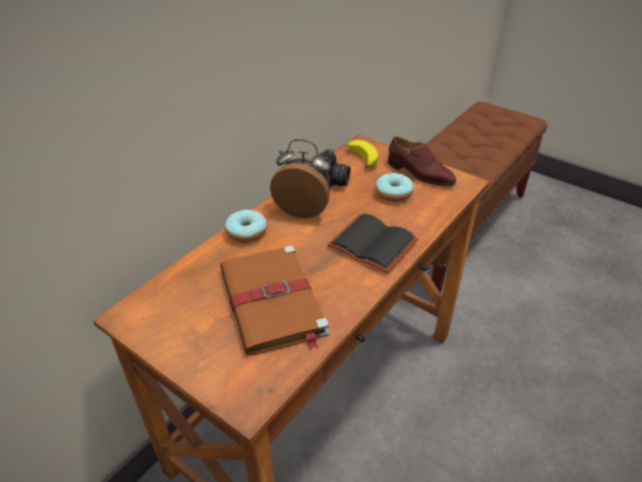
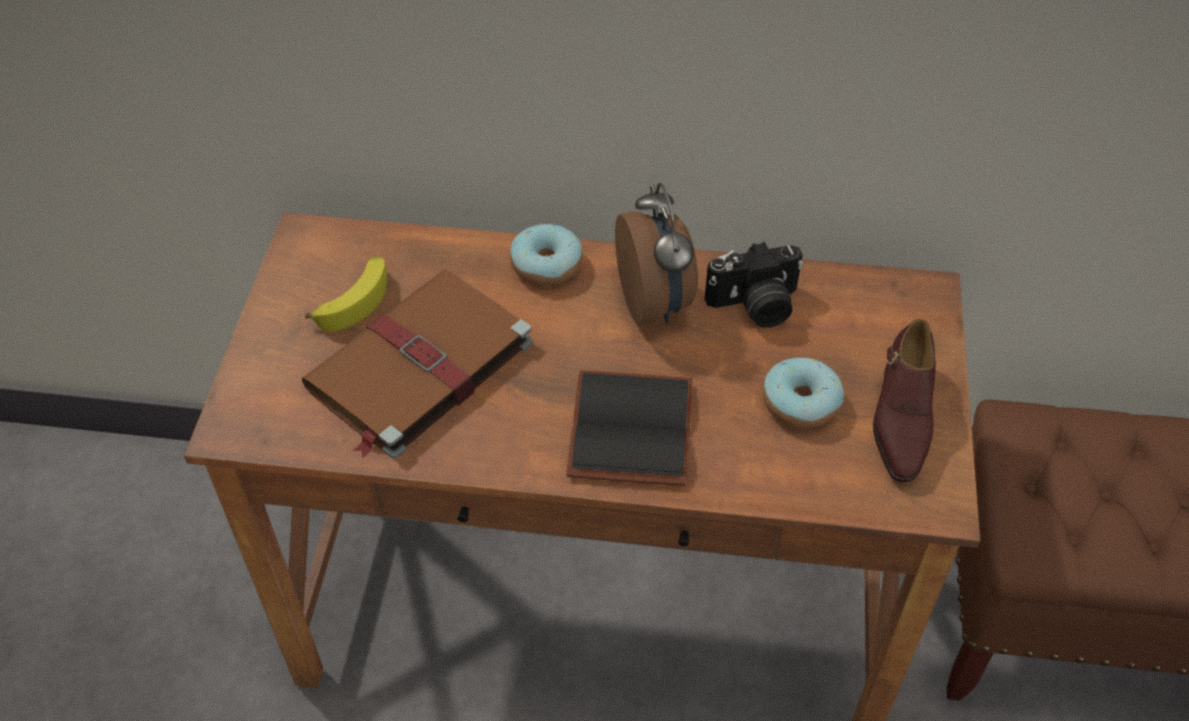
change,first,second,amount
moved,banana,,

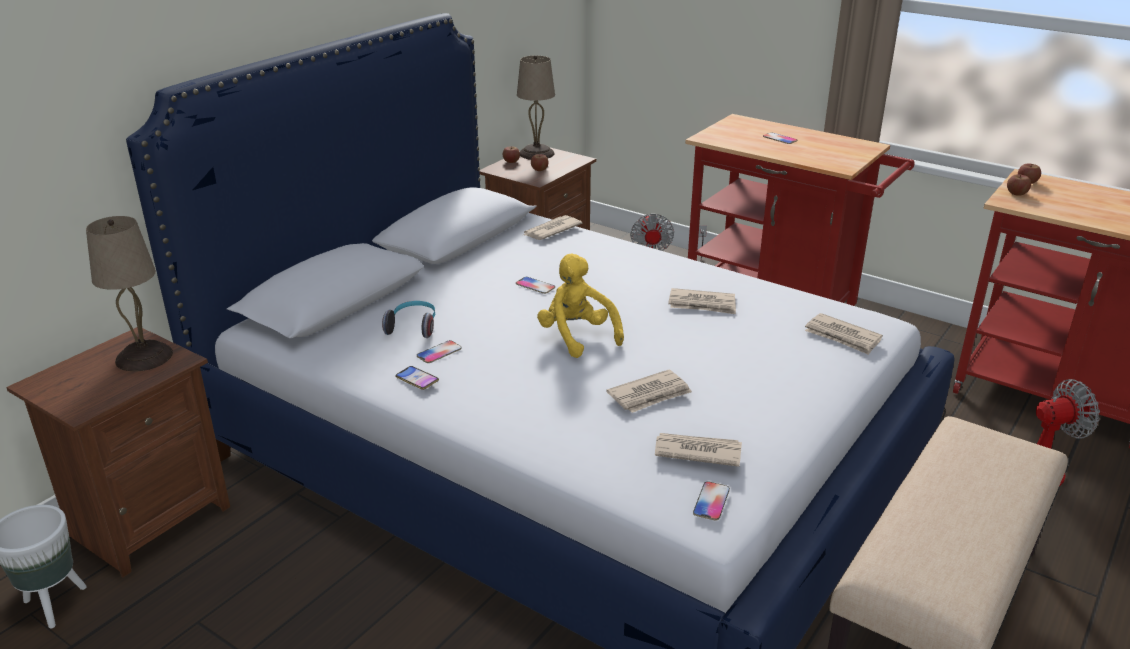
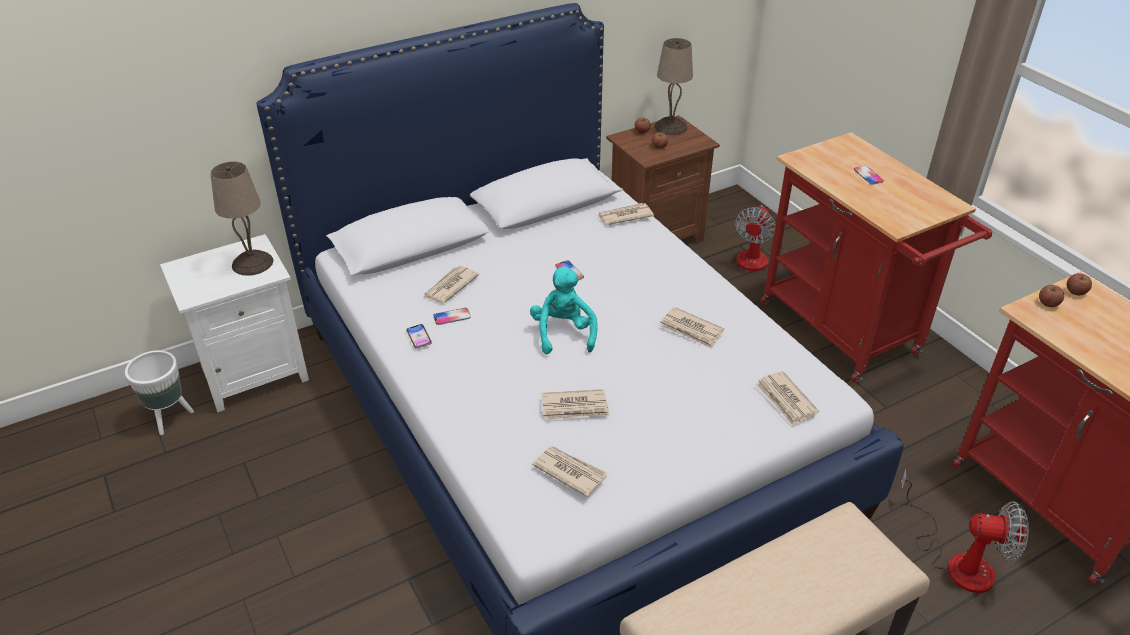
change,first,second,amount
recoloured,brown_nightstand (1st from left),white_nightstand,
replaced,headphones,newspaper (1st from left),
recoloured,yellow_plush_toy,turquoise_plush_toy,
removed,phone (4th from left),,

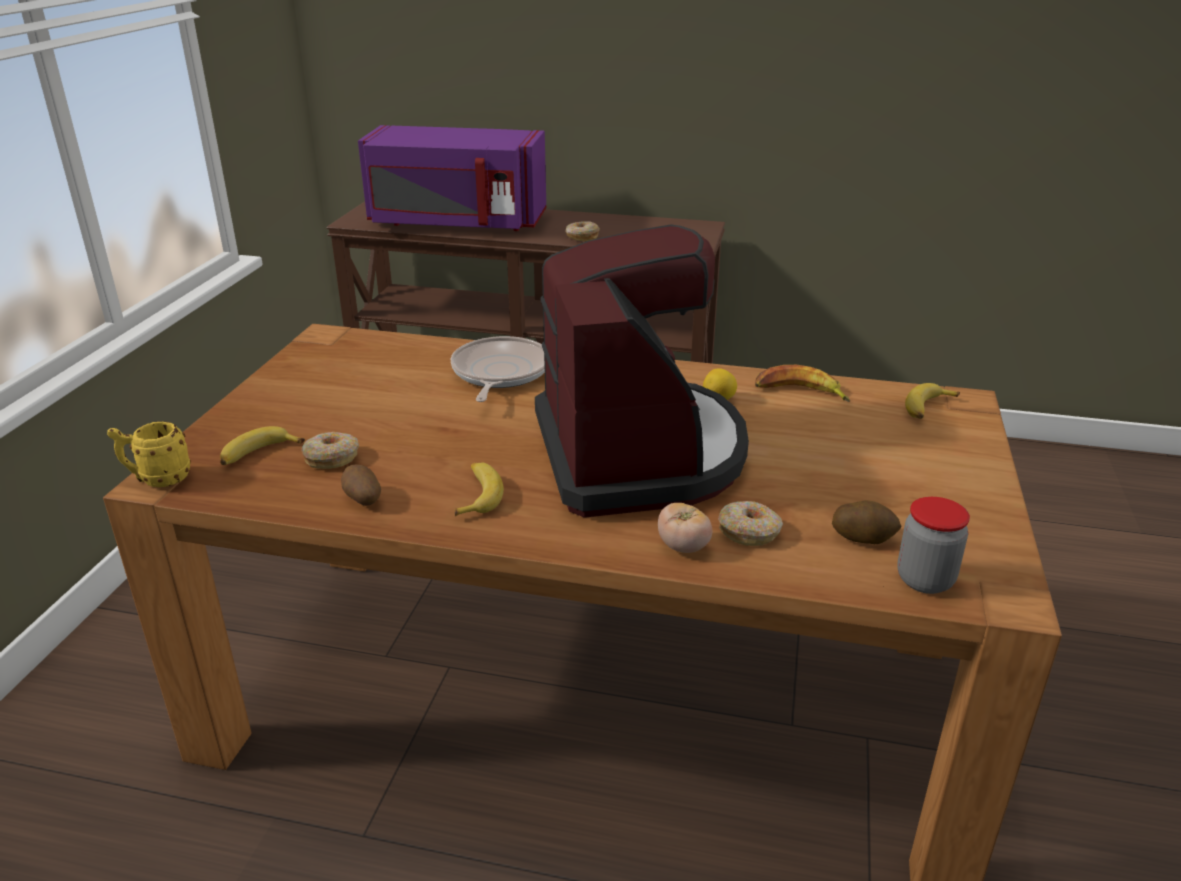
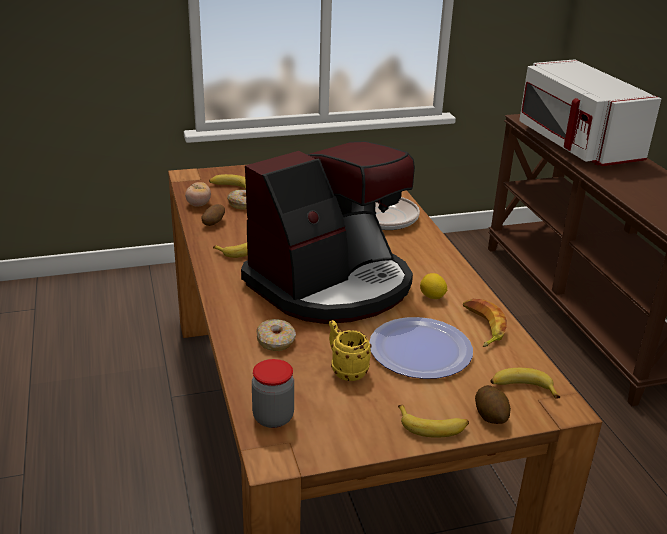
change,first,second,amount
moved,yellow_mug,,
recoloured,purple_microwave,white_microwave,
removed,donut (2nd from left),,
moved,tomato,,
moved,potato (2nd from left),,
added,,plate,
added,,banana (3rd from left),

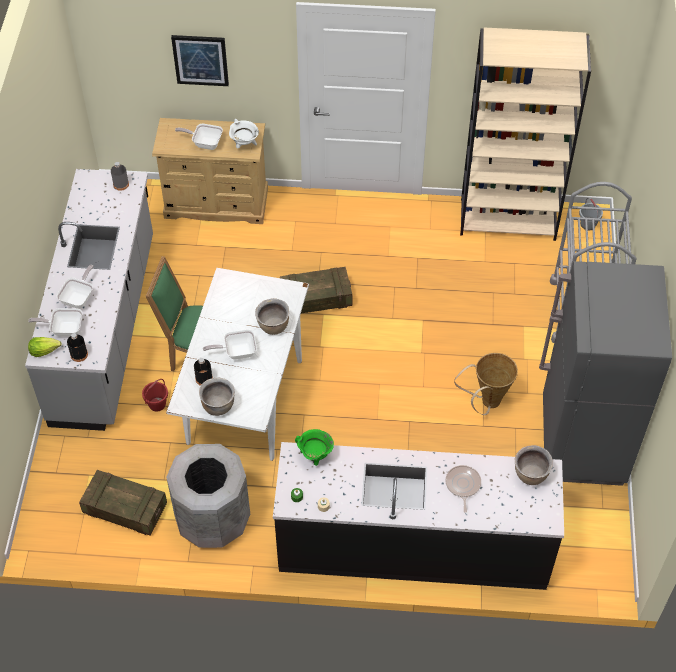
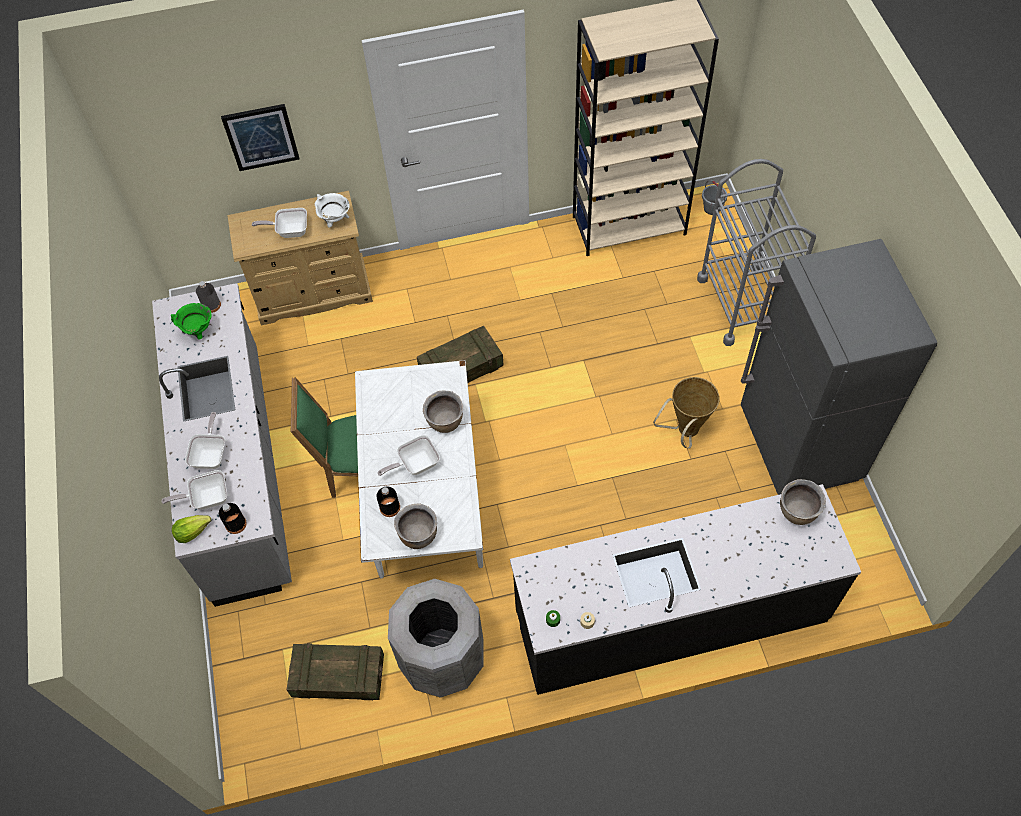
change,first,second,amount
removed,red_bucket,,
moved,green_cooking_pot,,
removed,frying_pan (5th from left),,

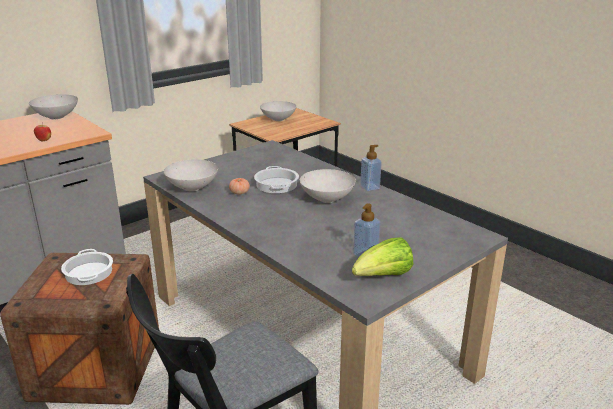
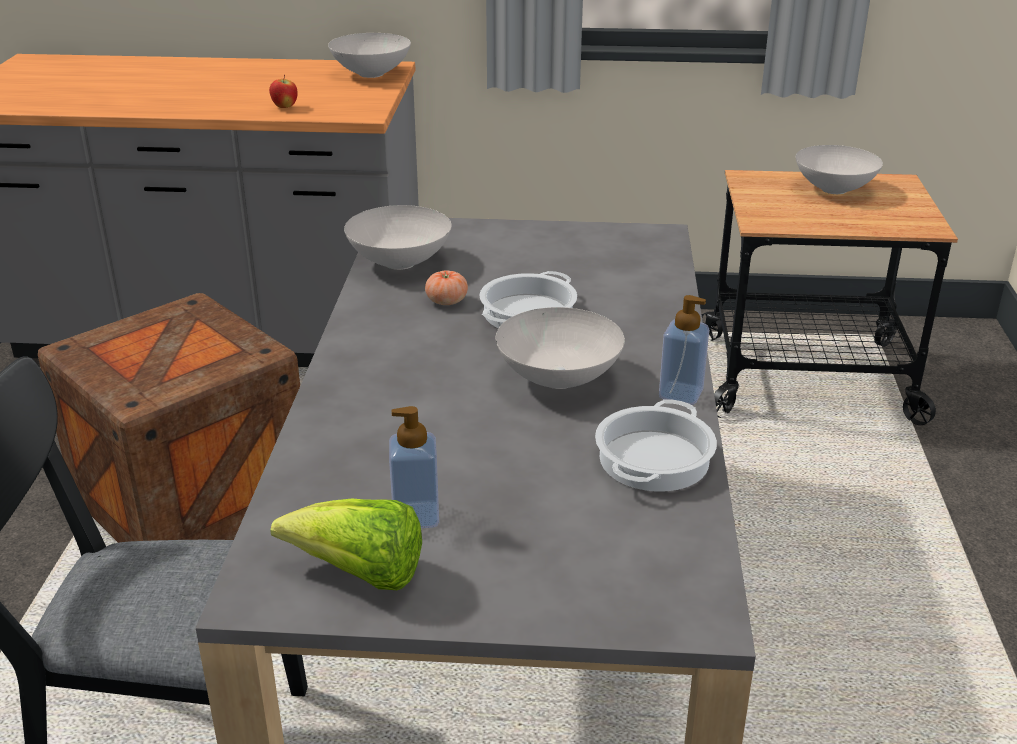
change,first,second,amount
moved,cooking_pot (1st from left in the first image),cooking_pot (2nd from left),

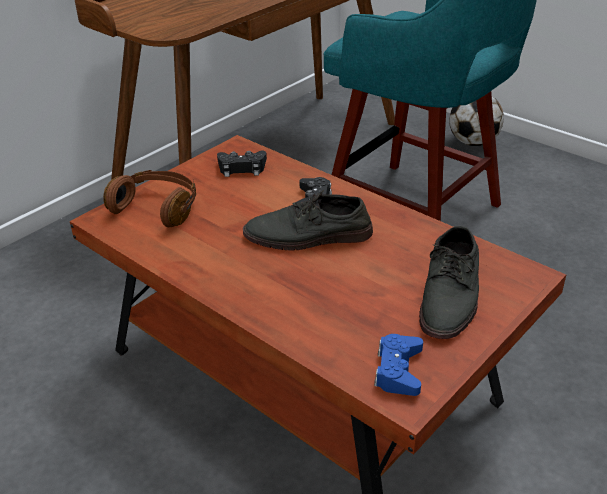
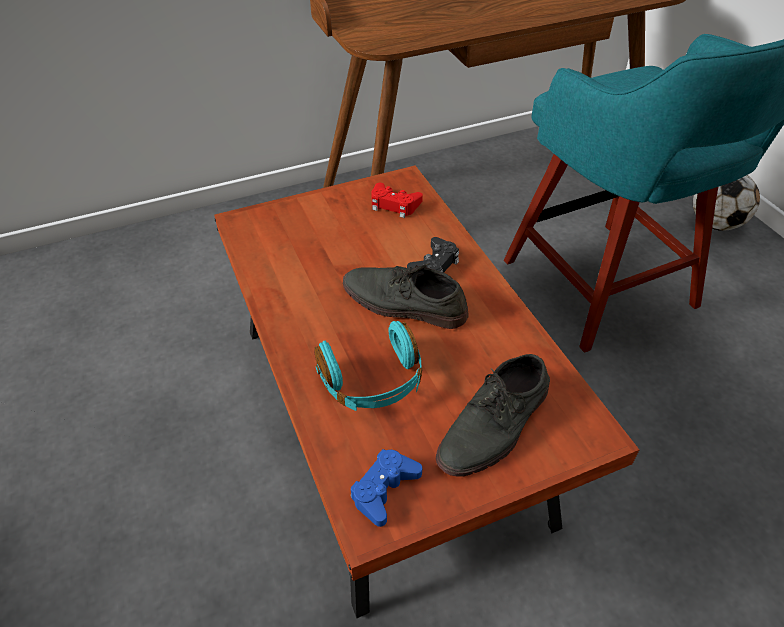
change,first,second,amount
removed,brown_headphones,,
recoloured,black_game_controller (1st from left),red_game_controller,
added,,turquoise_headphones,

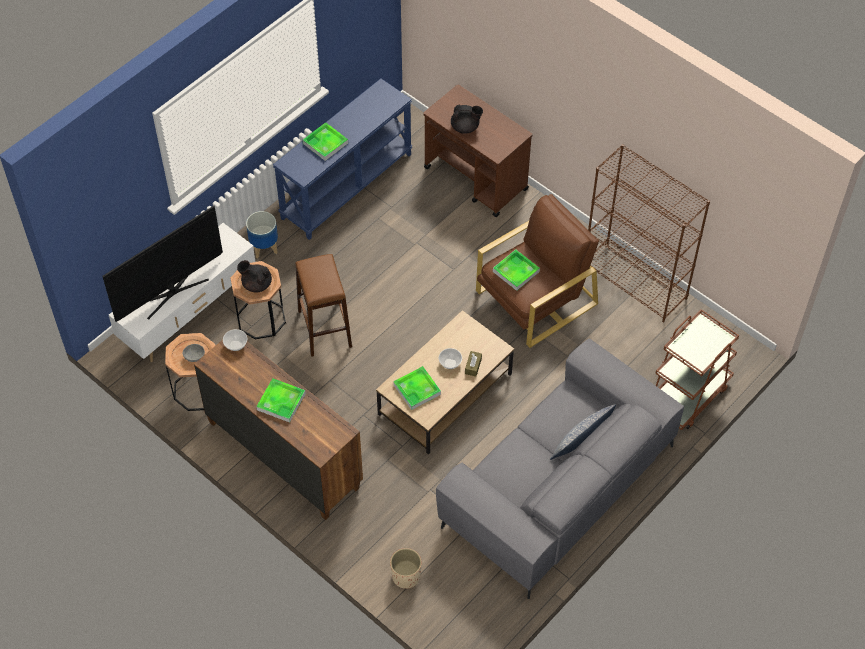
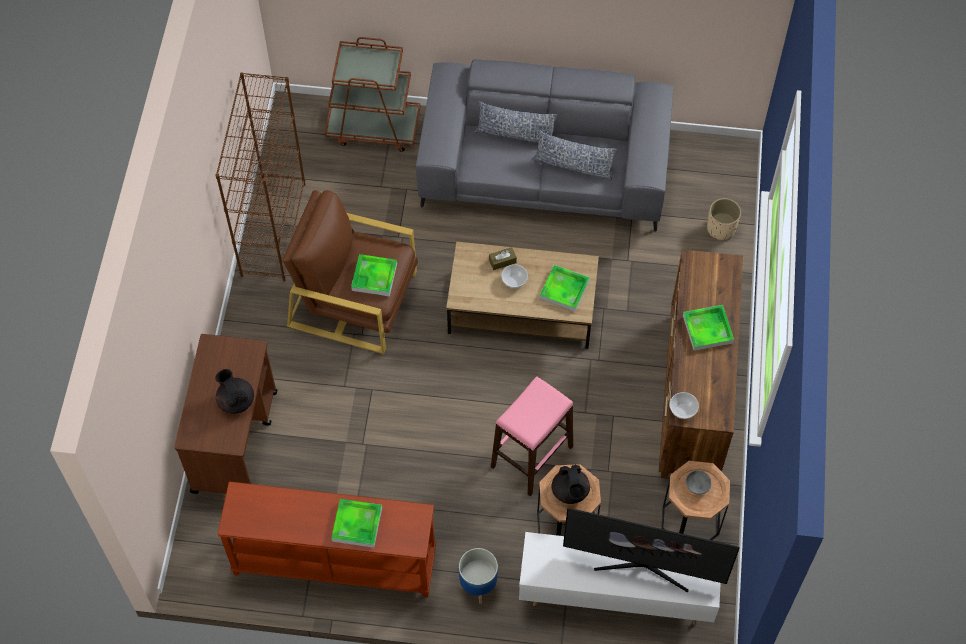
change,first,second,amount
recoloured,blue_console_table,brown_console_table,
recoloured,brown_stool,pink_stool,
added,,pillow (2nd from left),

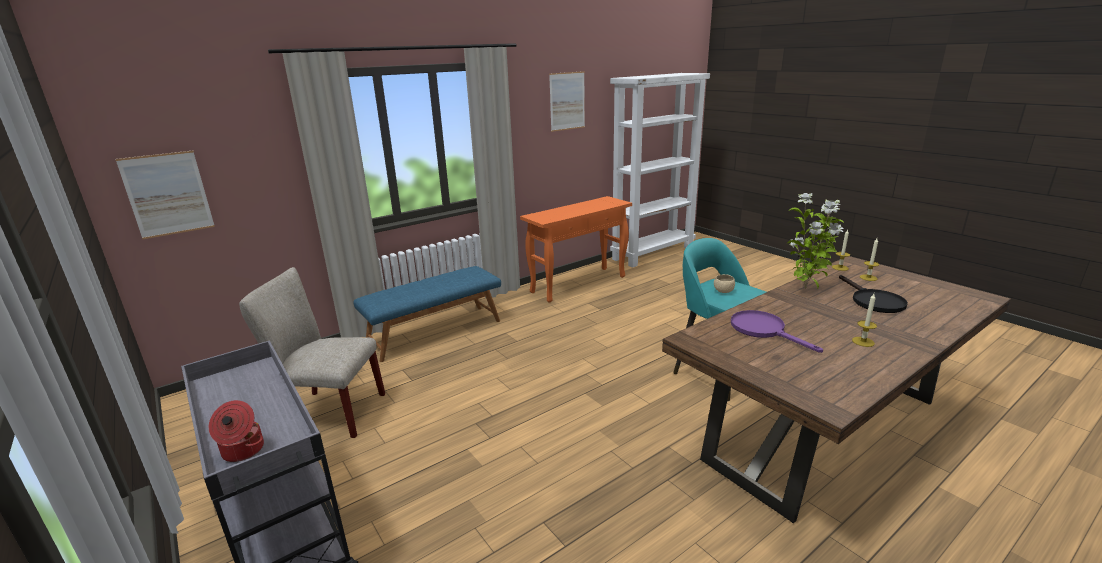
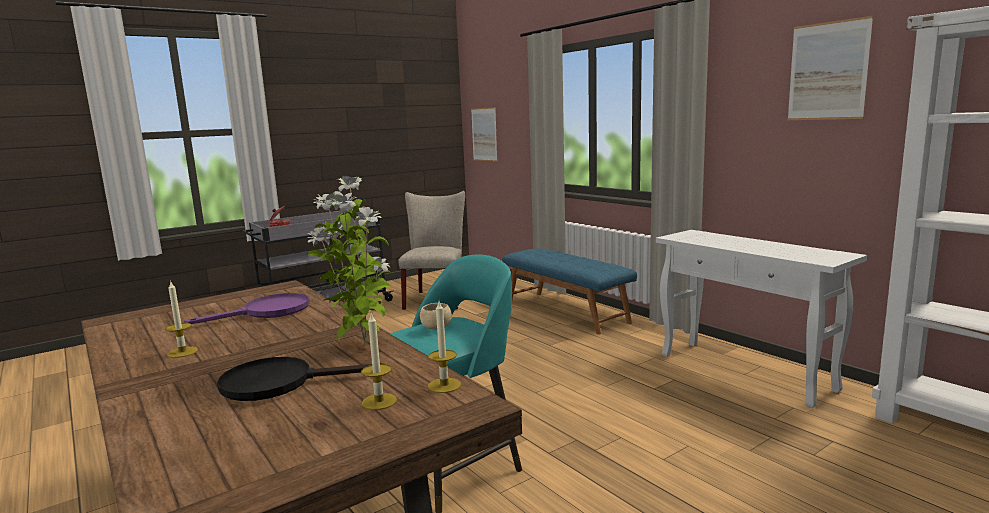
change,first,second,amount
recoloured,orange_console_table,white_console_table,

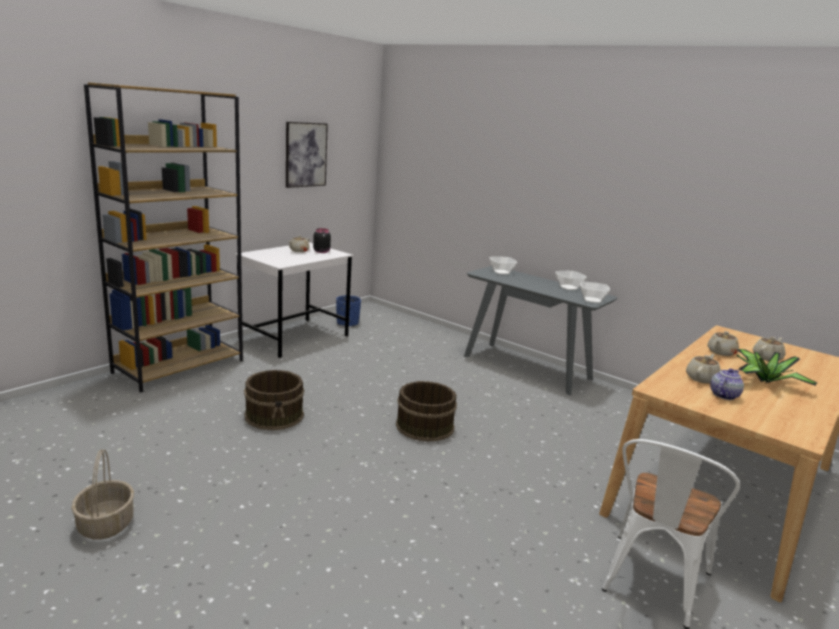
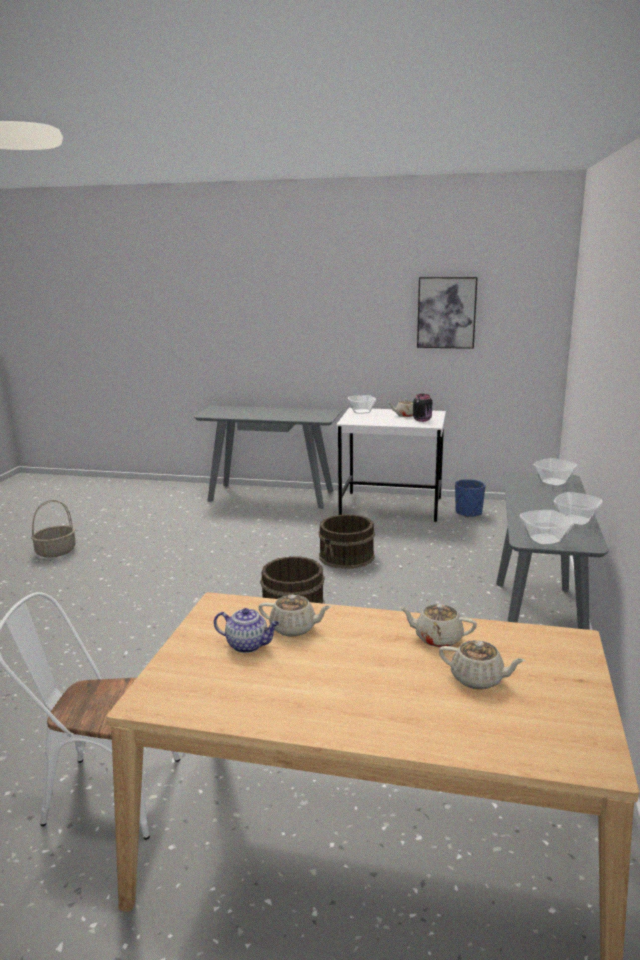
change,first,second,amount
replaced,brown_bookcase,grey_console_table (1st from left),
moved,brown_bucket (1st from left in the first image),brown_bucket (2nd from left),
removed,potted_plant,,
added,,bowl (1st from left),

